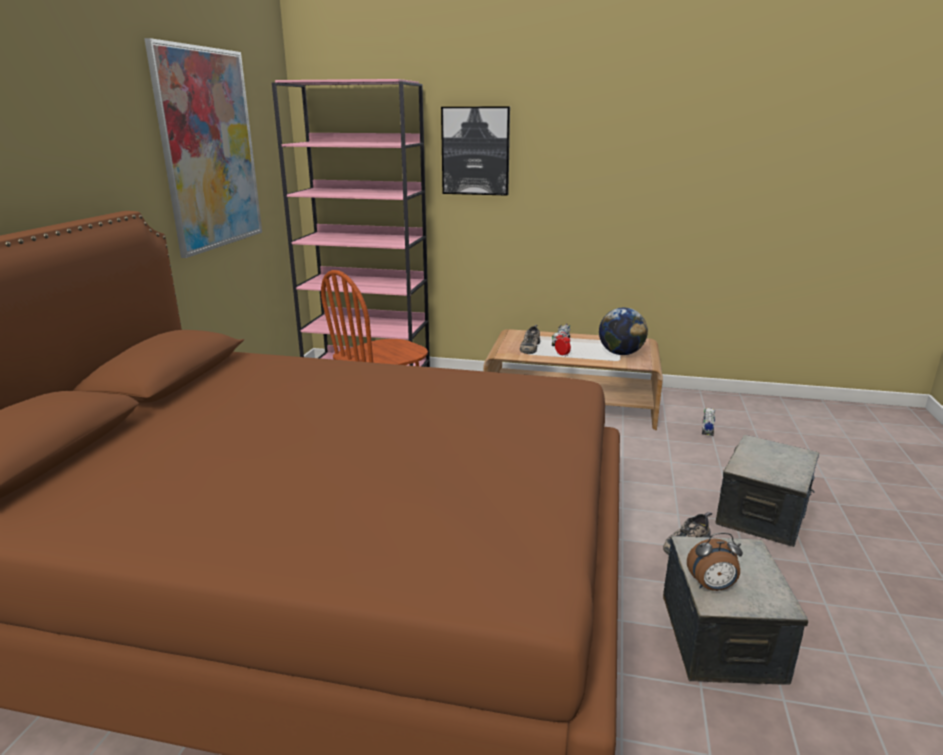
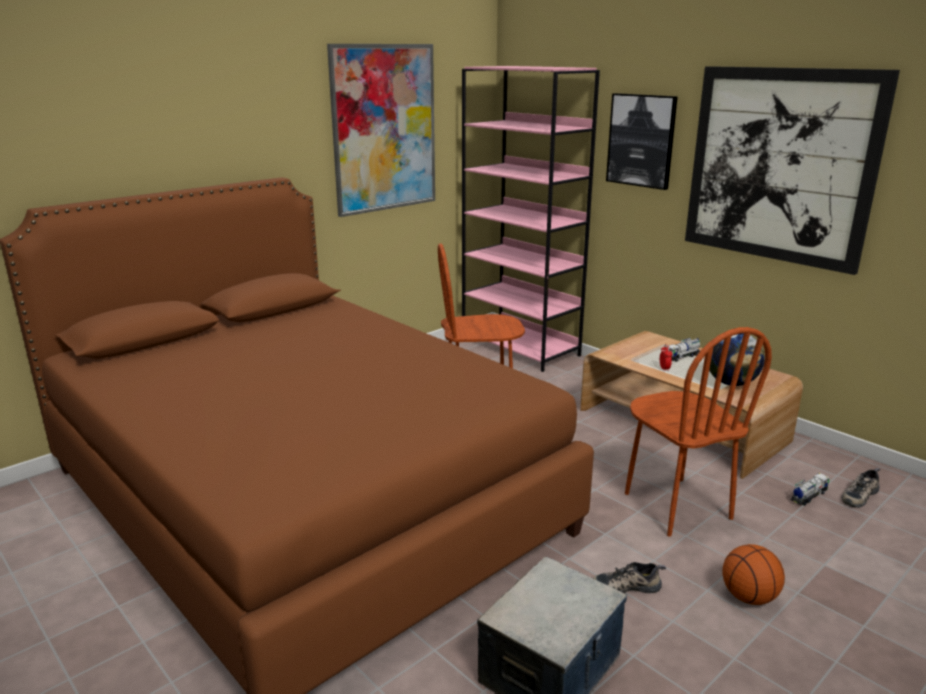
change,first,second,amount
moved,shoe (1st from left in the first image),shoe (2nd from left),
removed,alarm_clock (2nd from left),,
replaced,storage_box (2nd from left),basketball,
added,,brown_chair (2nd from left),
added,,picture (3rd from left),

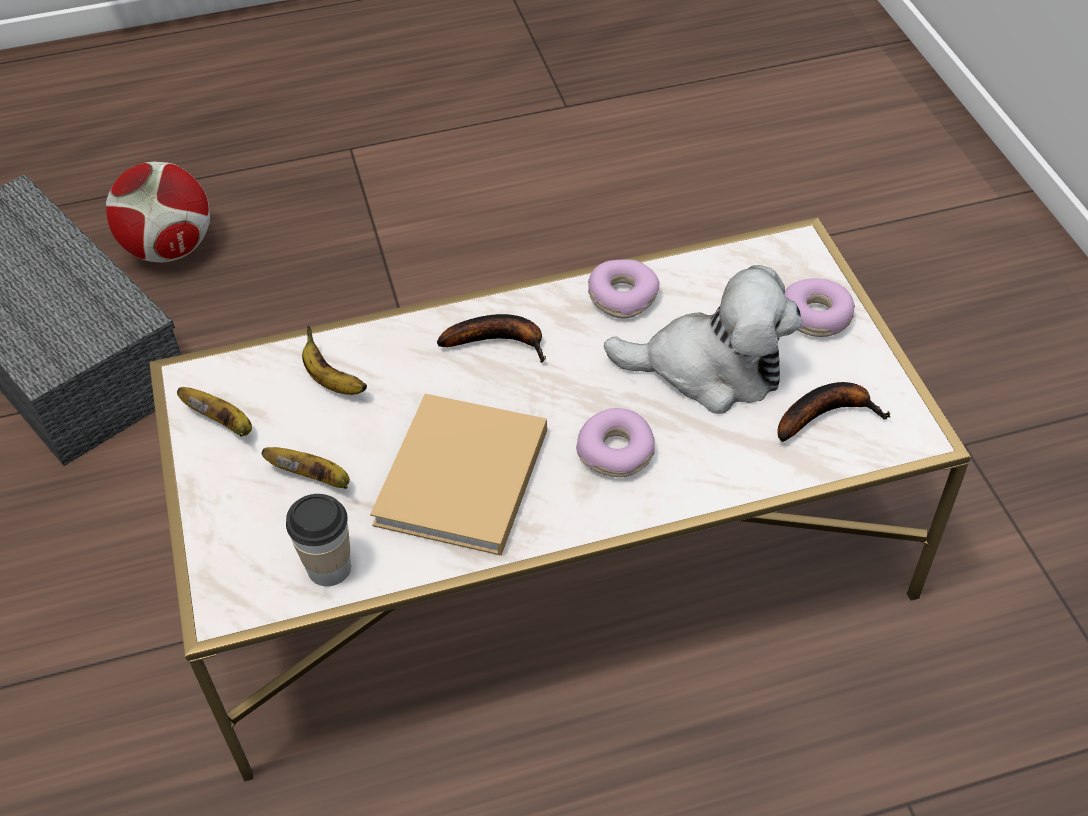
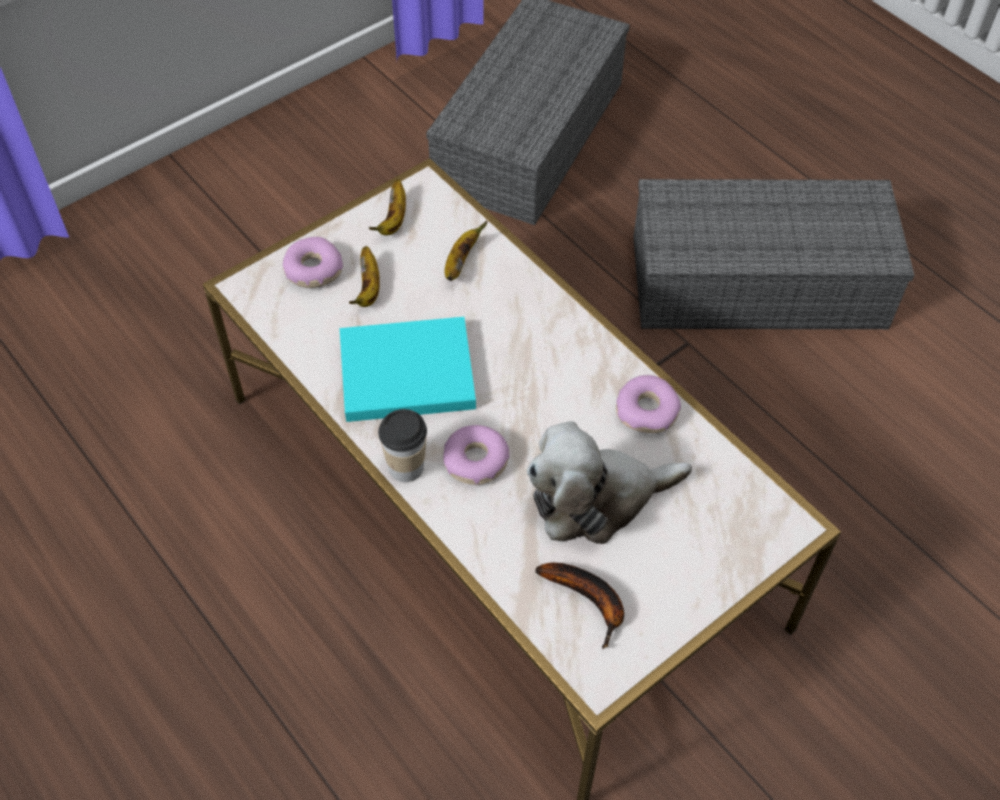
change,first,second,amount
removed,football,,
moved,cup,,
recoloured,beige_book,turquoise_book,
removed,banana (4th from left),,
turned,plush_toy,,90 degrees clockwise
moved,donut (3rd from left in the first image),donut (1st from left),
added,,grey_storage_box (2nd from left),

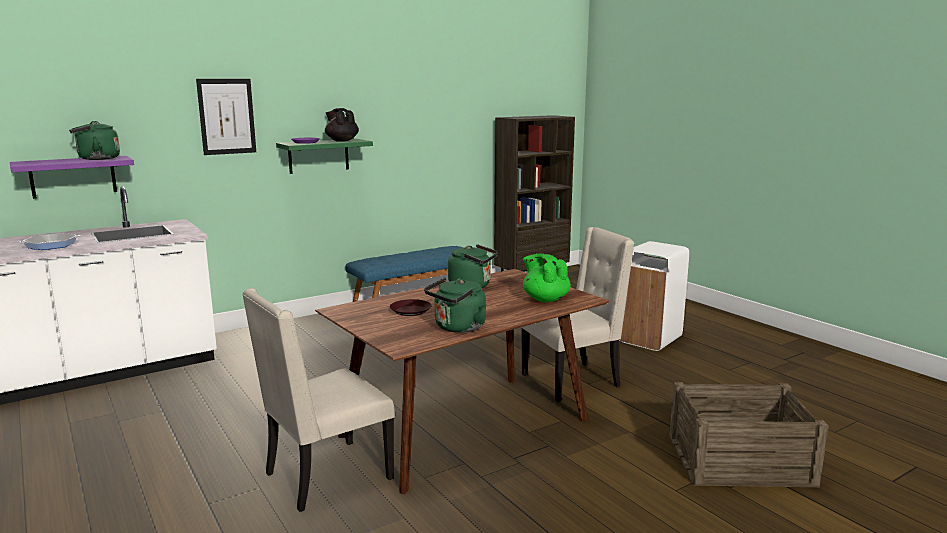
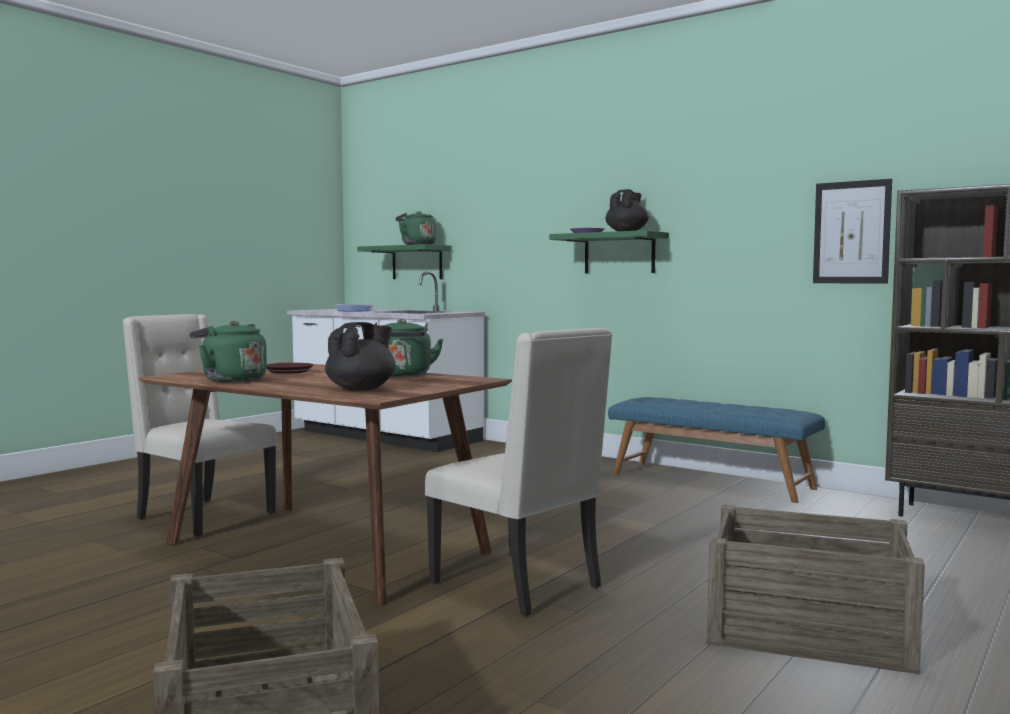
change,first,second,amount
recoloured,purple_shelf,green_shelf (1st from left),
moved,picture,,
recoloured,green_teapot,black_teapot (1st from left),
replaced,white_trash_can,crate (2nd from left),

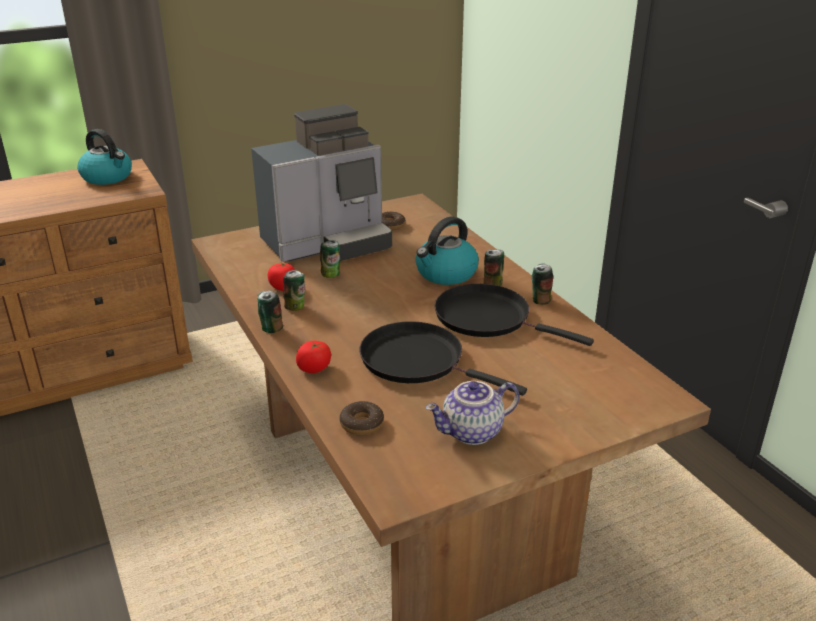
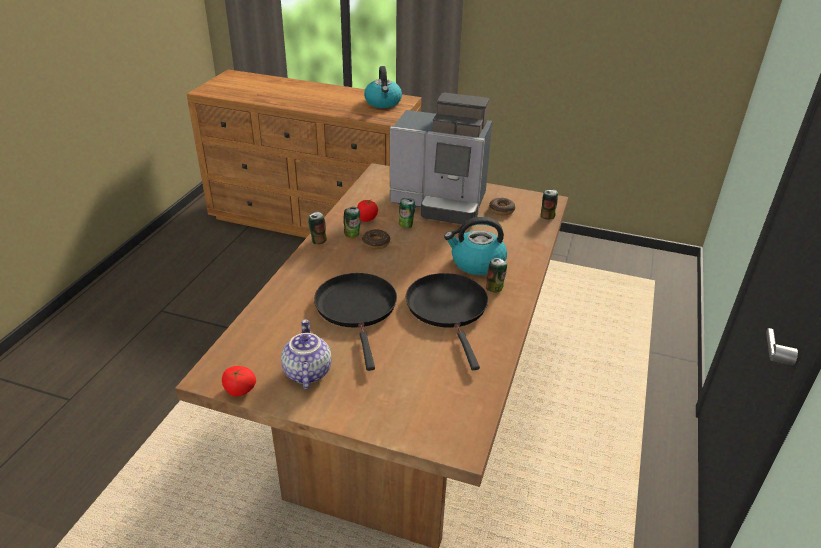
change,first,second,amount
moved,tomato (2nd from left in the first image),tomato (1st from left),
moved,donut (1st from left),,
turned,teapot,,60 degrees clockwise
moved,can (5th from left),,

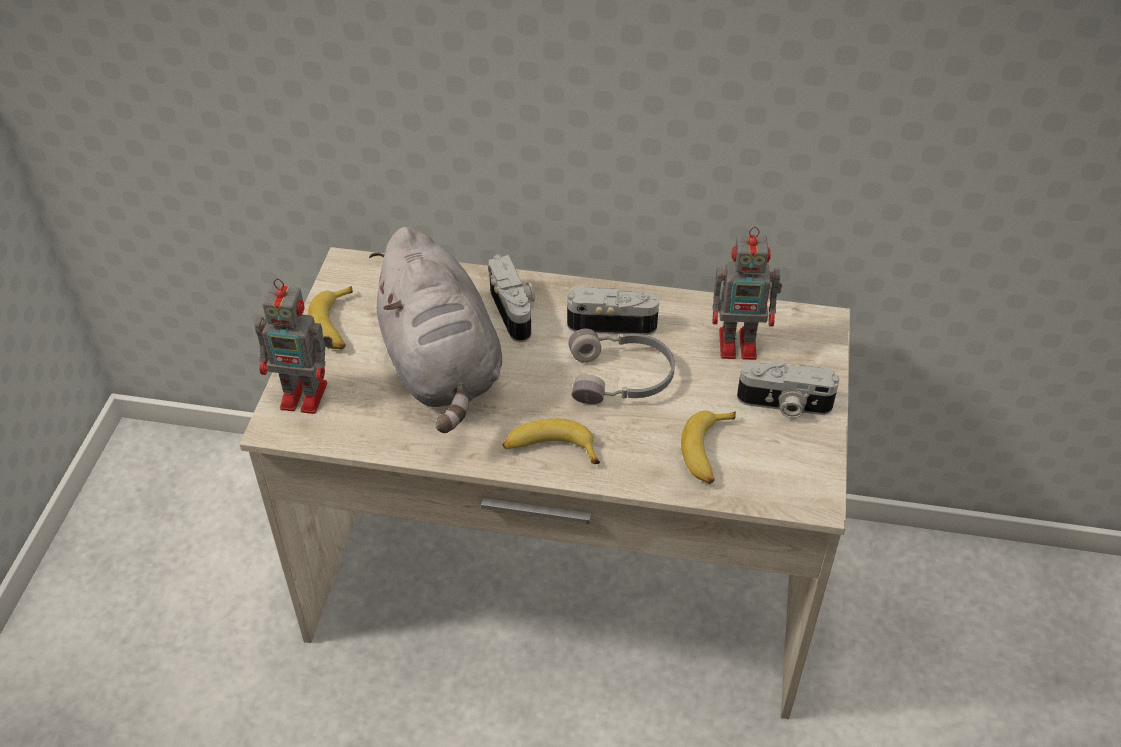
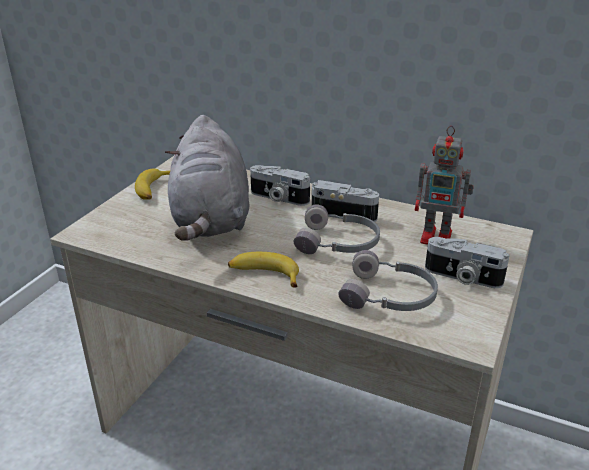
change,first,second,amount
removed,toy_robot (1st from left),,
turned,photo_camera (1st from left),,120 degrees clockwise
replaced,banana (3rd from left),grey_headphones (2nd from left),

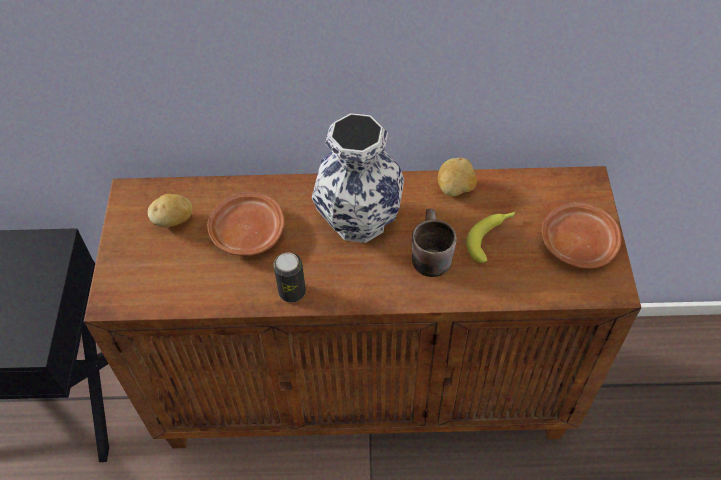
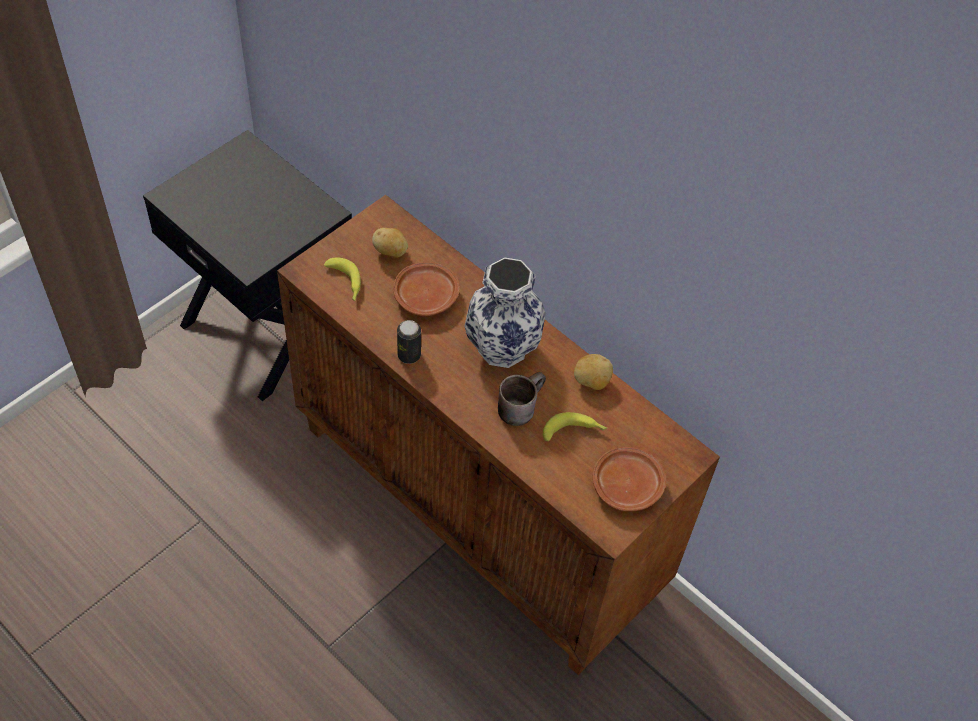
change,first,second,amount
added,,banana (1st from left),

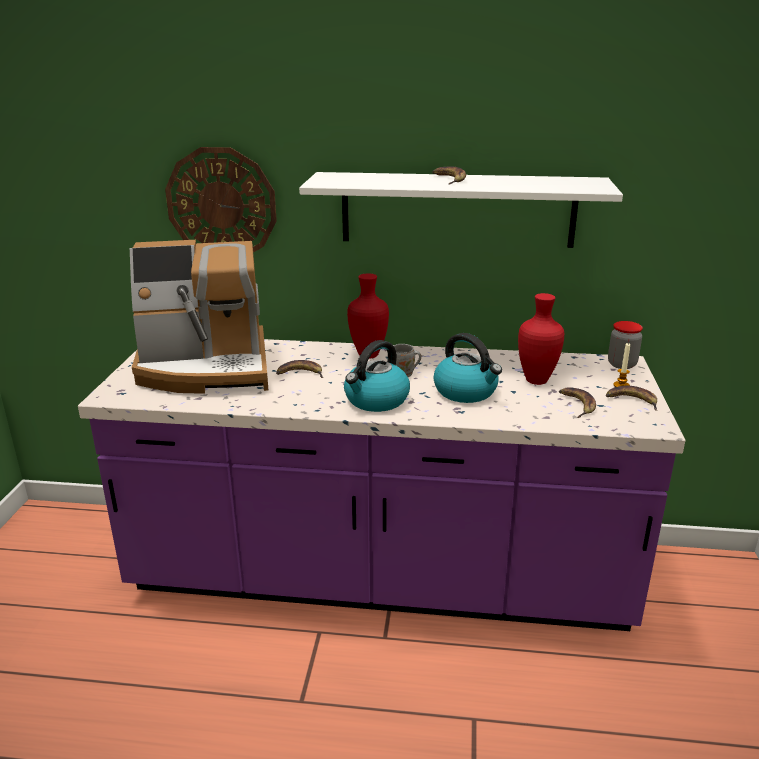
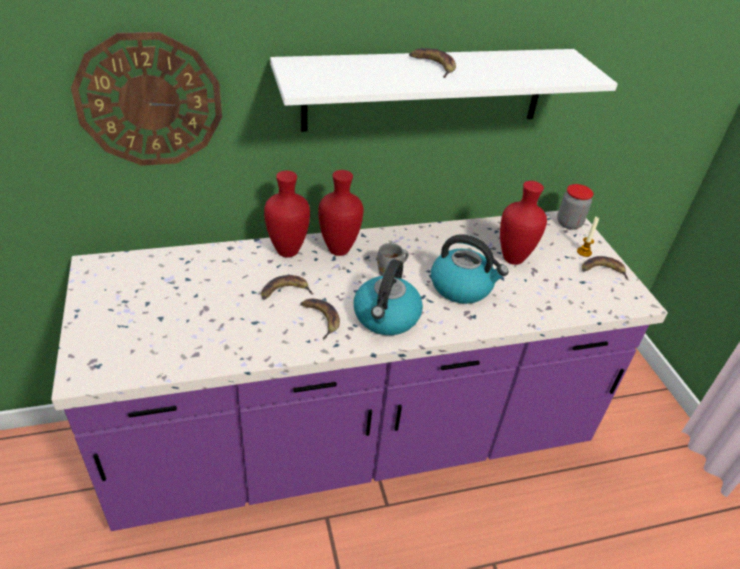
change,first,second,amount
removed,coffee_machine,,
moved,banana (3rd from left in the first image),banana (2nd from left),
added,,red_vase (1st from left),

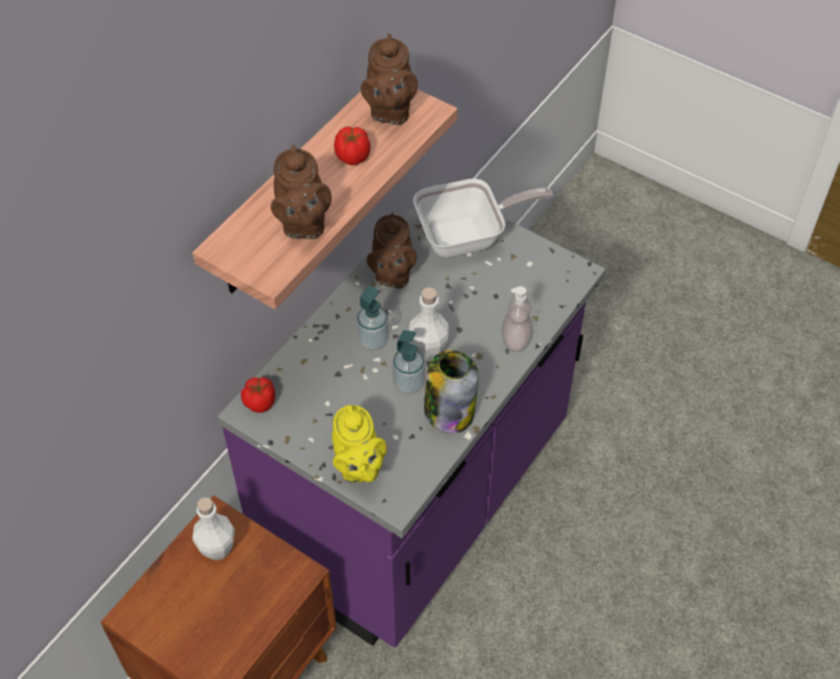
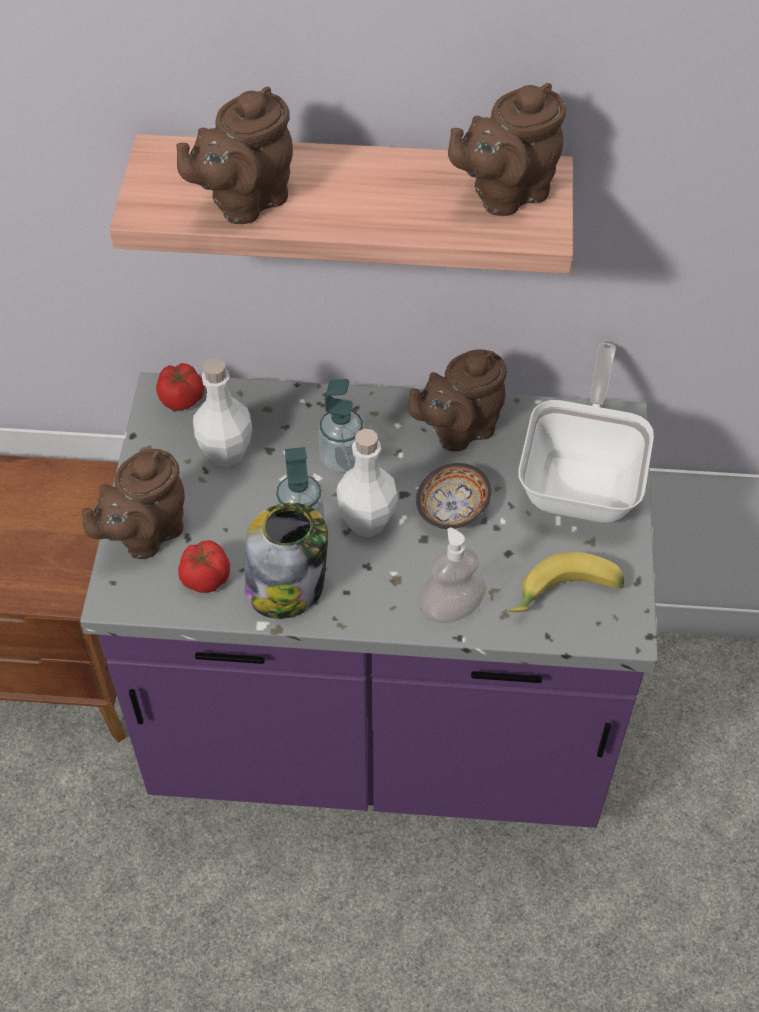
change,first,second,amount
moved,white_bottle (1st from left),,
recoloured,yellow_teapot,brown_teapot (1st from left),
moved,tomato (2nd from left),,
turned,frying_pan,,120 degrees counterclockwise
added,,bowl,
added,,banana,

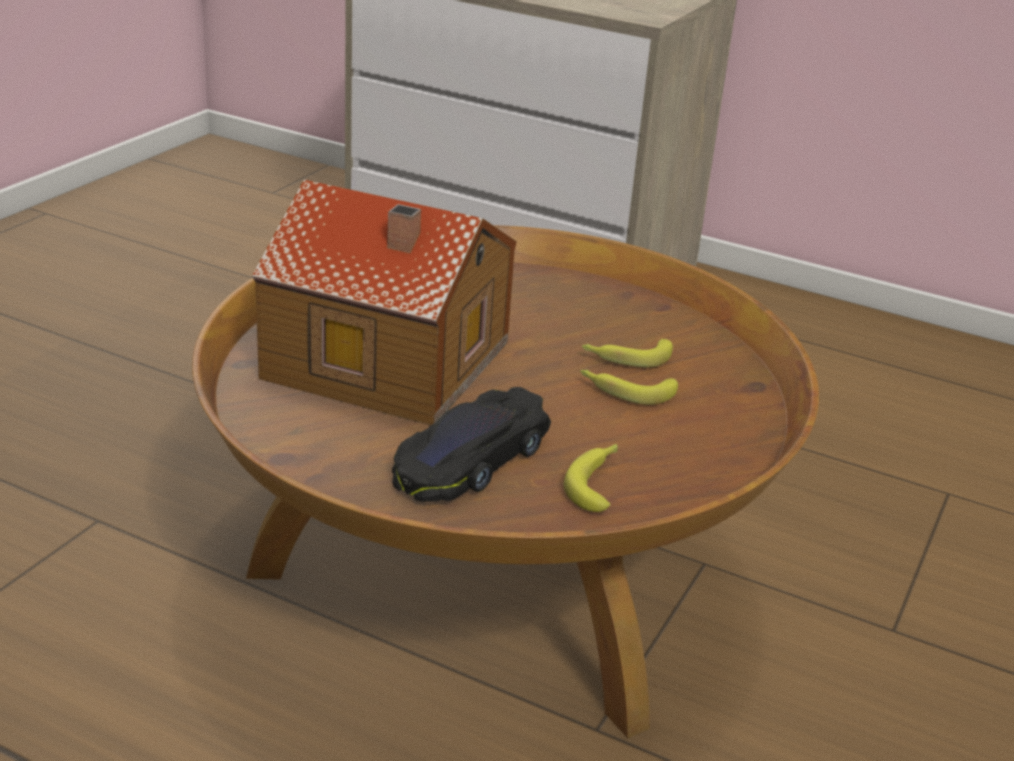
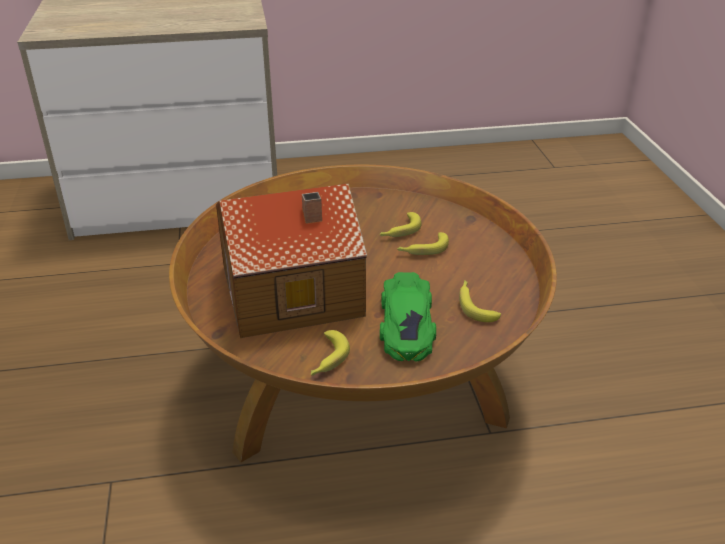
change,first,second,amount
recoloured,black_toy_car,green_toy_car,
added,,banana (1st from left),

